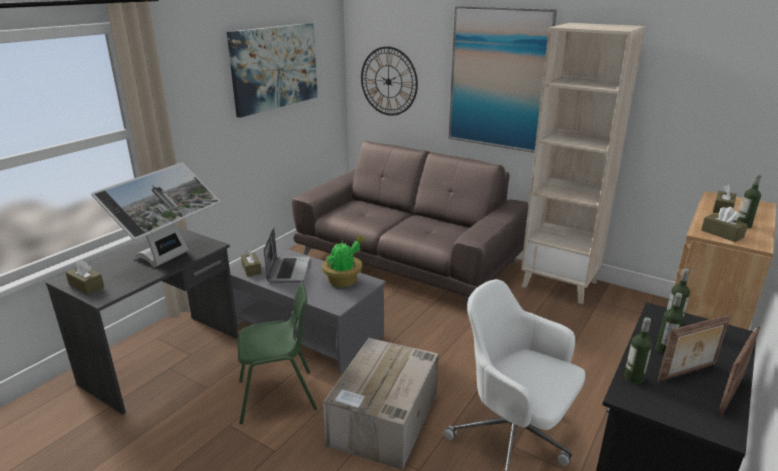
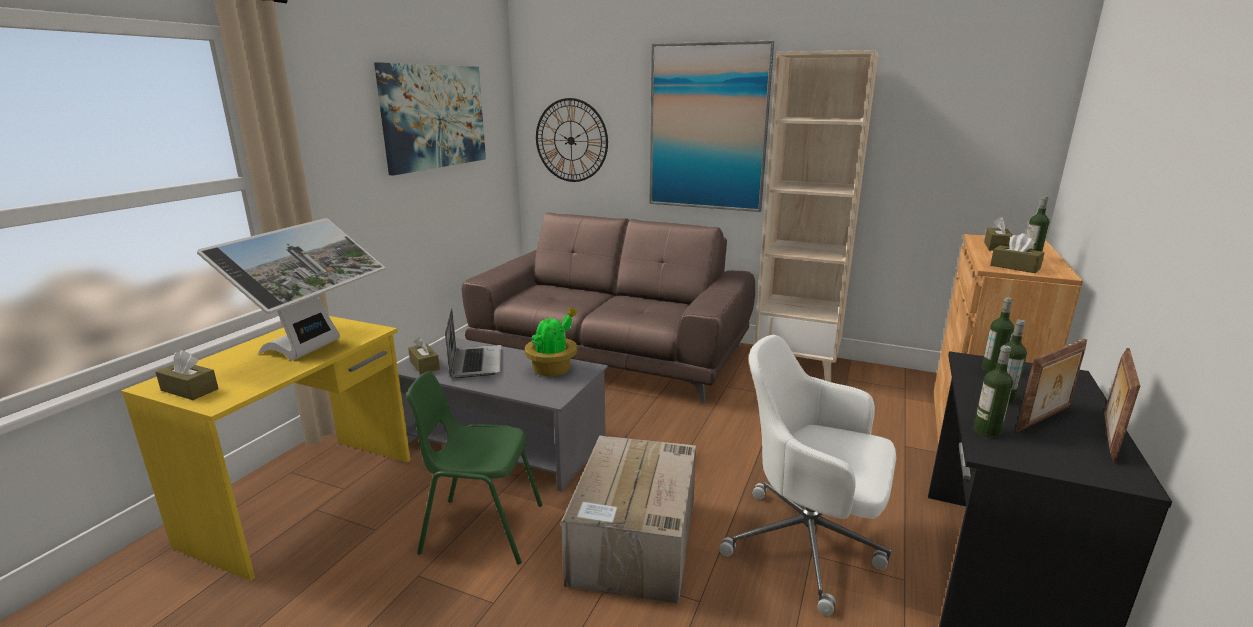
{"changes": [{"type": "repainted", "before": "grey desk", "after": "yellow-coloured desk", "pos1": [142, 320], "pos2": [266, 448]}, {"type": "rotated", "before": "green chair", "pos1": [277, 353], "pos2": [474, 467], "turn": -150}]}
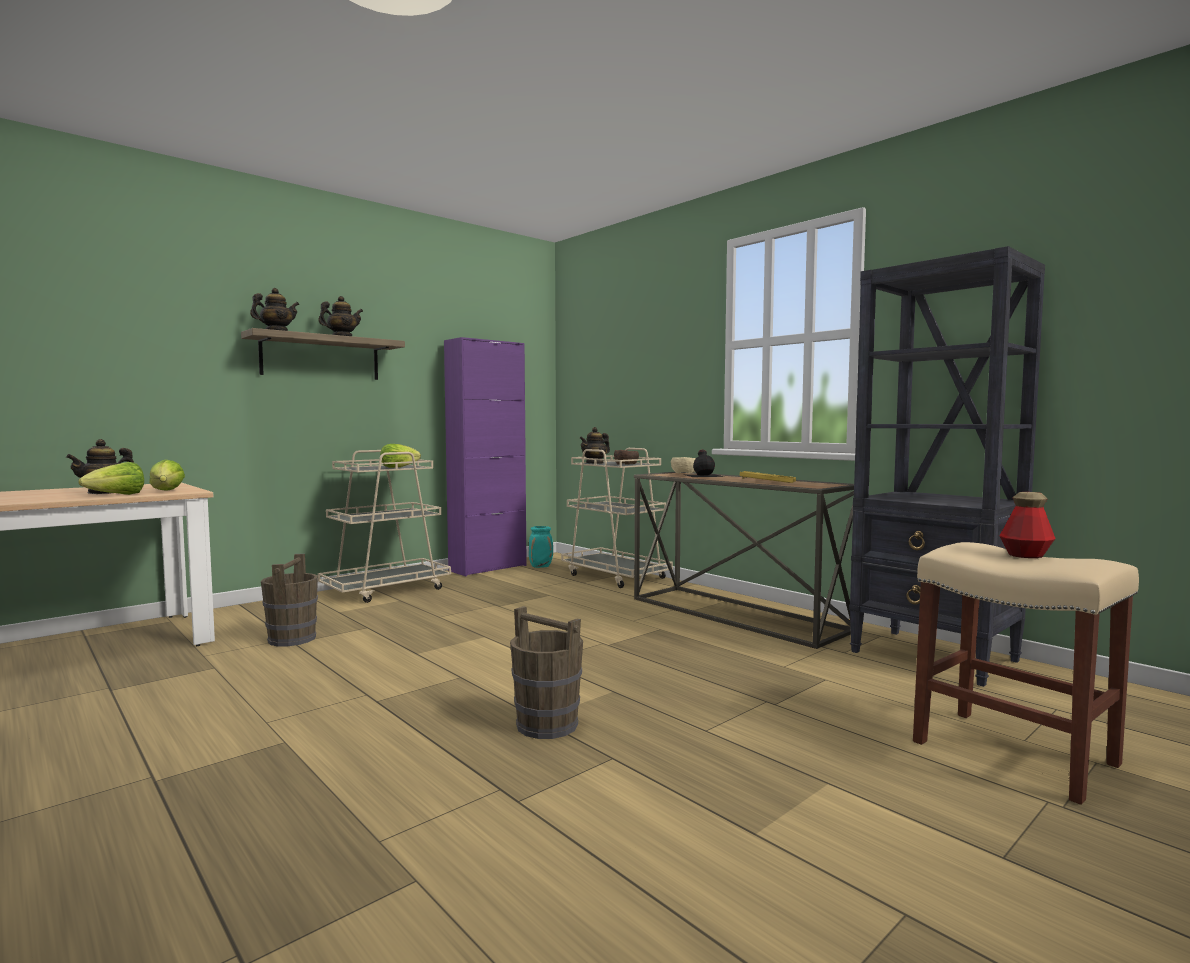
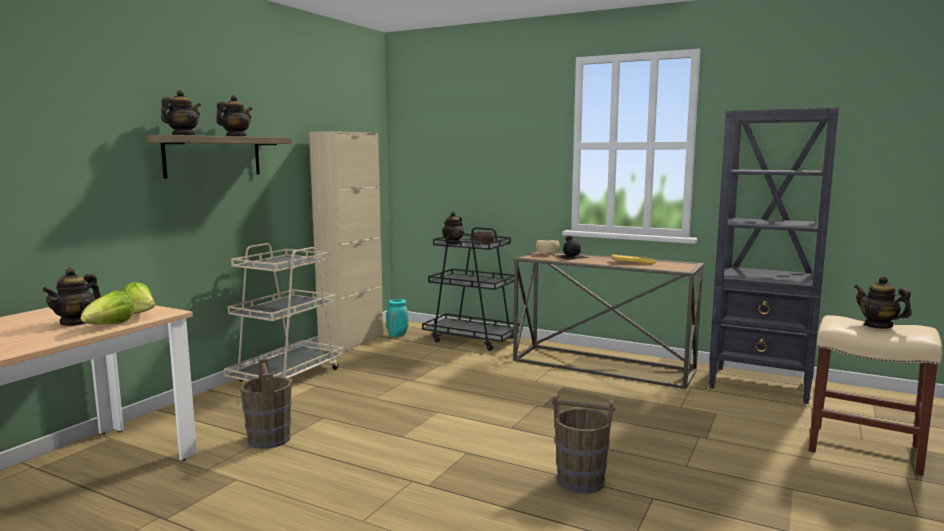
{"changes": [{"type": "gone", "before": "lettuce head", "pos1": [400, 456]}, {"type": "swapped", "before": "bottle", "after": "tea pot", "pos1": [1028, 525], "pos2": [883, 302]}, {"type": "repainted", "before": "purple-coloured cabinet", "after": "beige cabinet", "pos1": [485, 456], "pos2": [346, 242]}, {"type": "repainted", "before": "beige cart", "after": "black cart", "pos1": [617, 518], "pos2": [472, 289]}]}
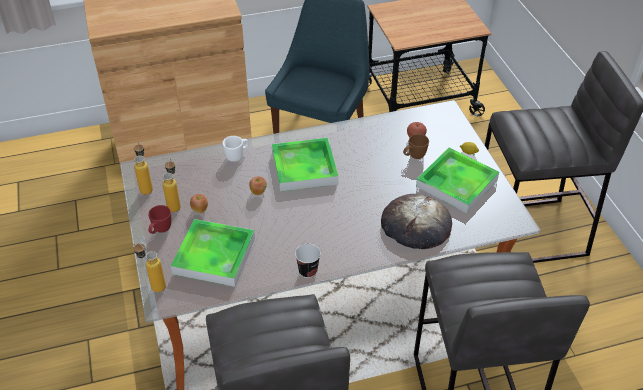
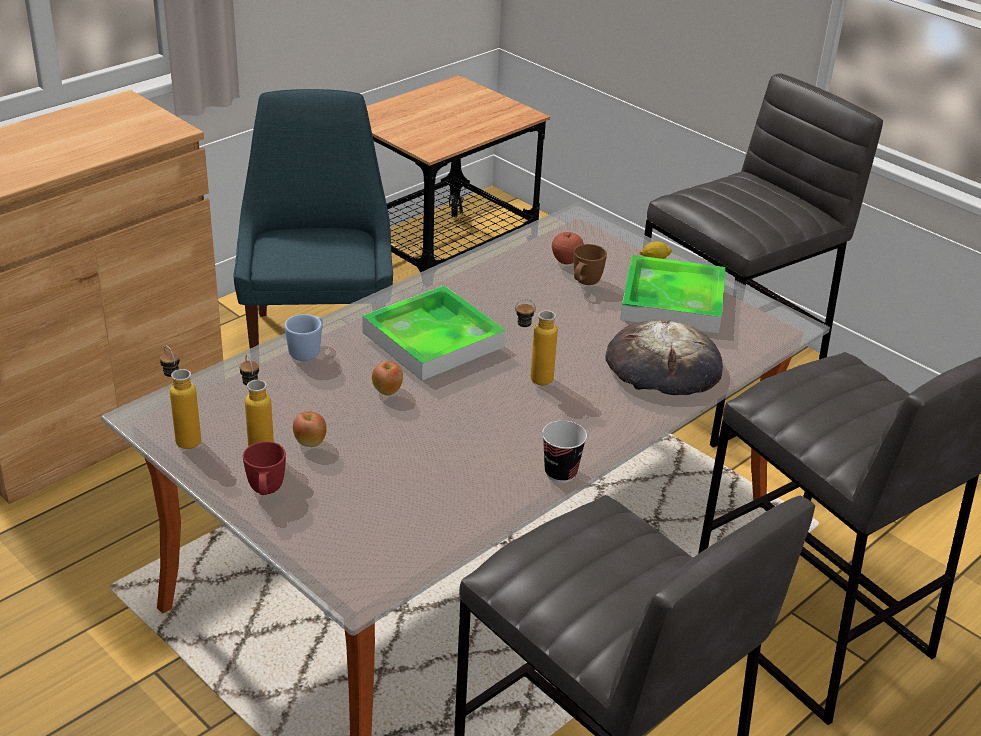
{"changes": [{"type": "gone", "before": "carrying tray", "pos1": [213, 253]}, {"type": "shifted", "before": "bottle", "pos1": [150, 267], "pos2": [536, 342]}, {"type": "repainted", "before": "whitish mug", "after": "blue mug", "pos1": [235, 149], "pos2": [303, 337]}]}
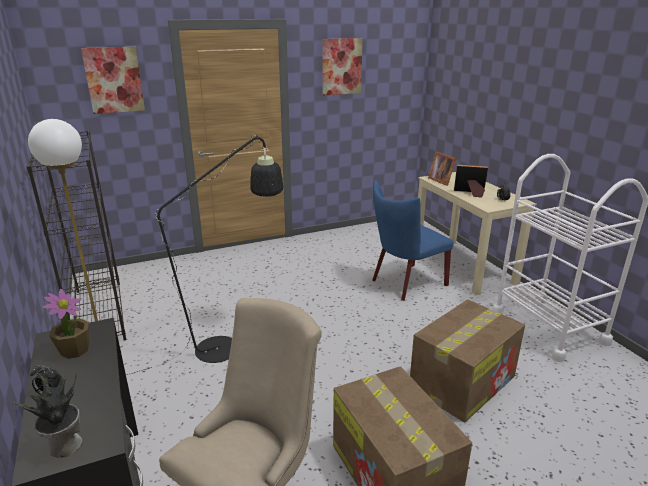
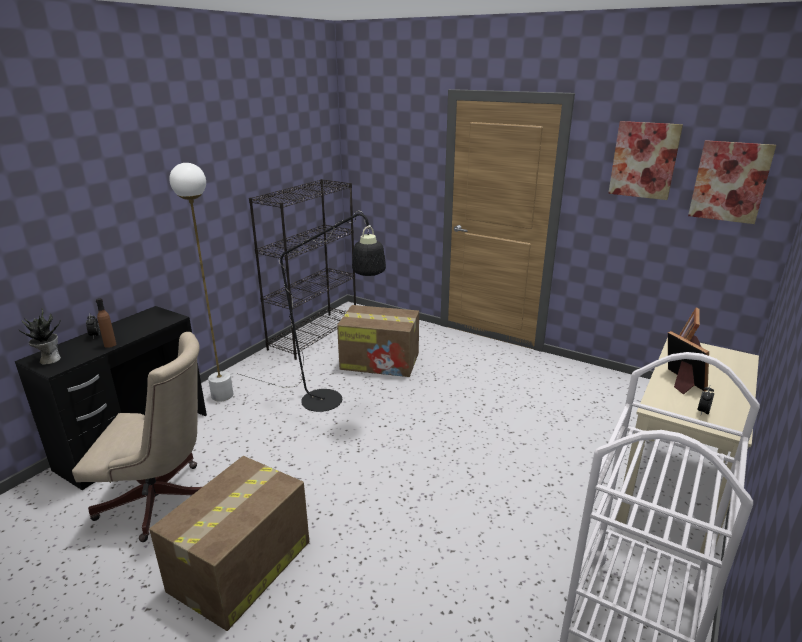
{"changes": [{"type": "gone", "before": "houseplant", "pos1": [66, 324]}, {"type": "gone", "before": "blue chair", "pos1": [413, 240]}, {"type": "new", "after": "brown bottle", "pos2": [106, 323]}, {"type": "shifted", "before": "wall art", "pos1": [113, 80], "pos2": [732, 182]}, {"type": "shifted", "before": "packing box", "pos1": [467, 361], "pos2": [378, 341]}]}
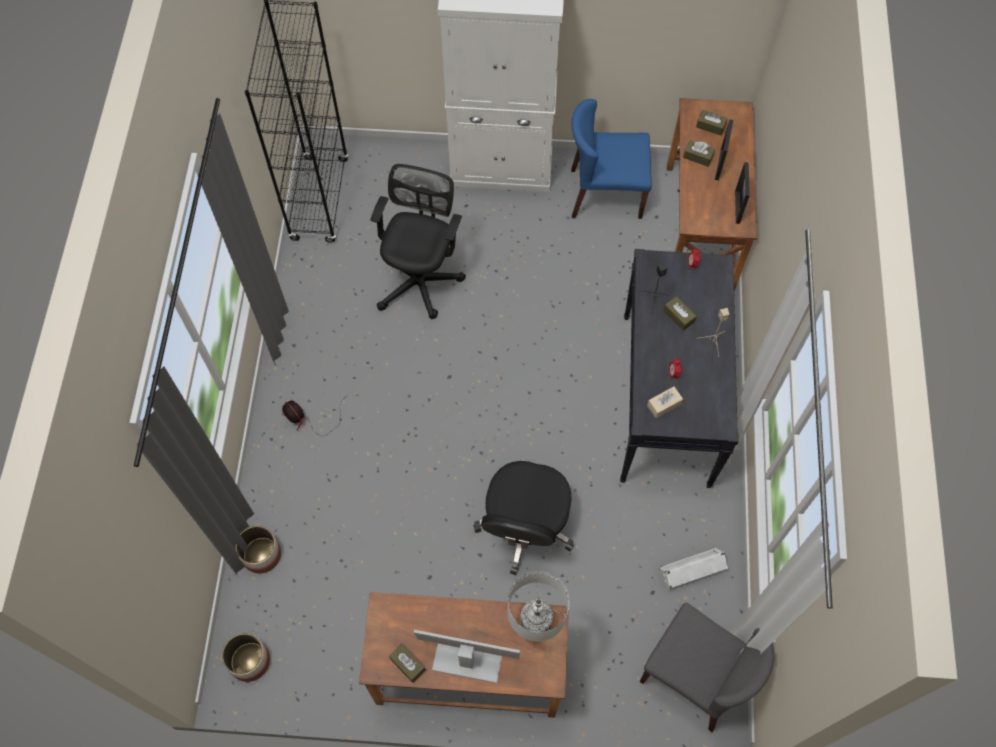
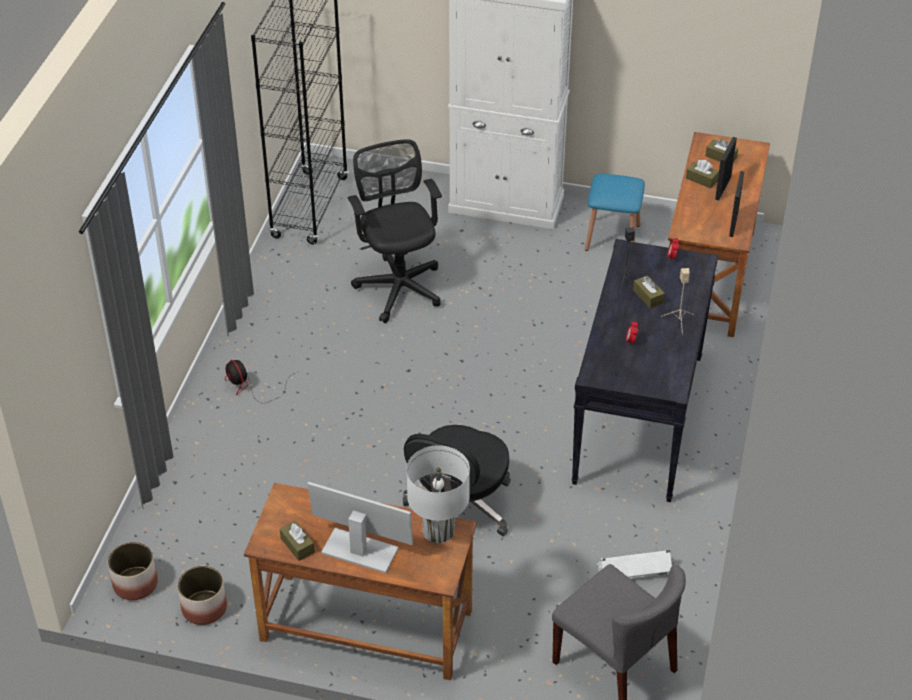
{"changes": [{"type": "gone", "before": "beige box of tissues", "pos1": [665, 402]}, {"type": "shifted", "before": "flower pot", "pos1": [258, 549], "pos2": [202, 595]}, {"type": "swapped", "before": "blue chair", "after": "blue stool", "pos1": [611, 159], "pos2": [615, 212]}, {"type": "rotated", "before": "black desk chair", "pos1": [418, 241], "pos2": [394, 231], "turn": -45}]}
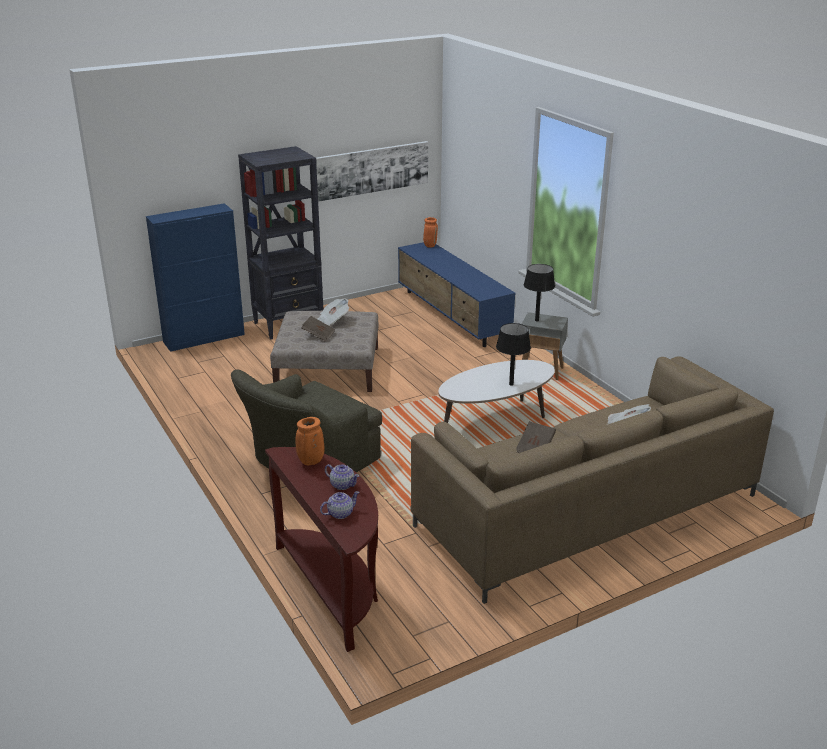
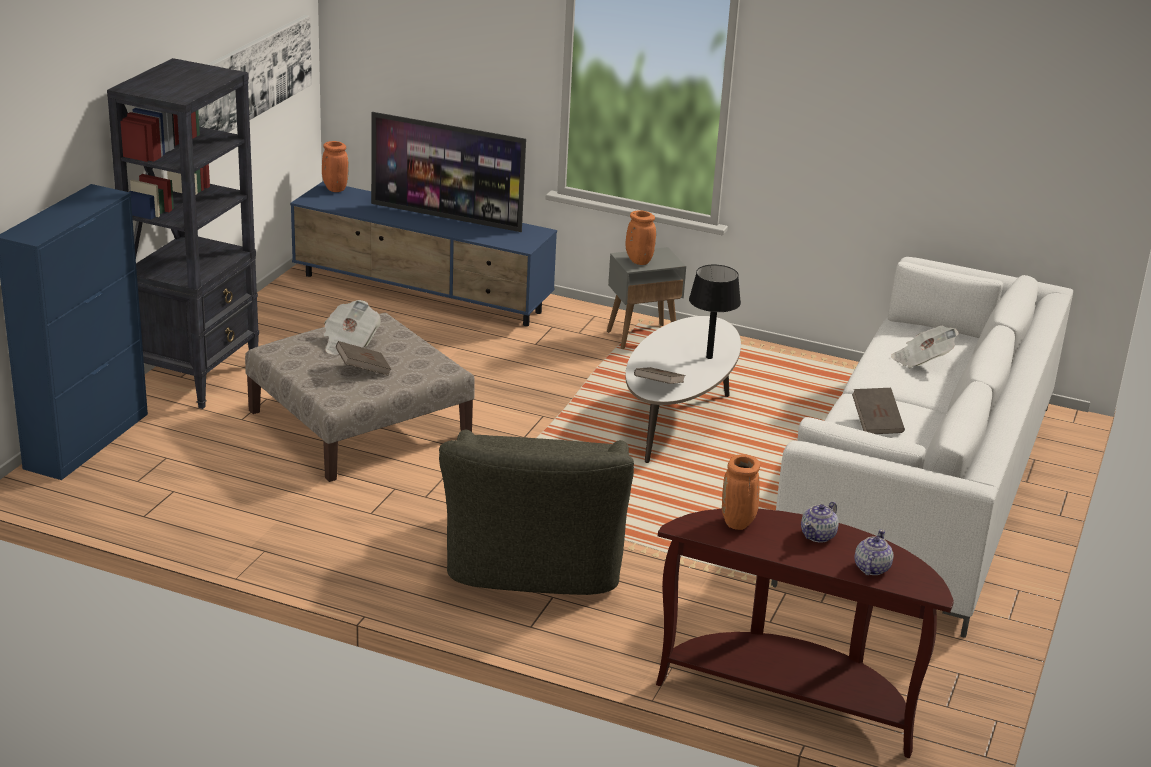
{"changes": [{"type": "new", "after": "television", "pos2": [448, 172]}, {"type": "new", "after": "brown book", "pos2": [659, 375]}, {"type": "swapped", "before": "black table lamp", "after": "orangey flower vase", "pos1": [539, 292], "pos2": [641, 237]}, {"type": "repainted", "before": "brown sofa", "after": "whitish sofa", "pos1": [592, 480], "pos2": [922, 447]}, {"type": "rotated", "before": "tea pot", "pos1": [342, 477], "pos2": [820, 522], "turn": 135}]}
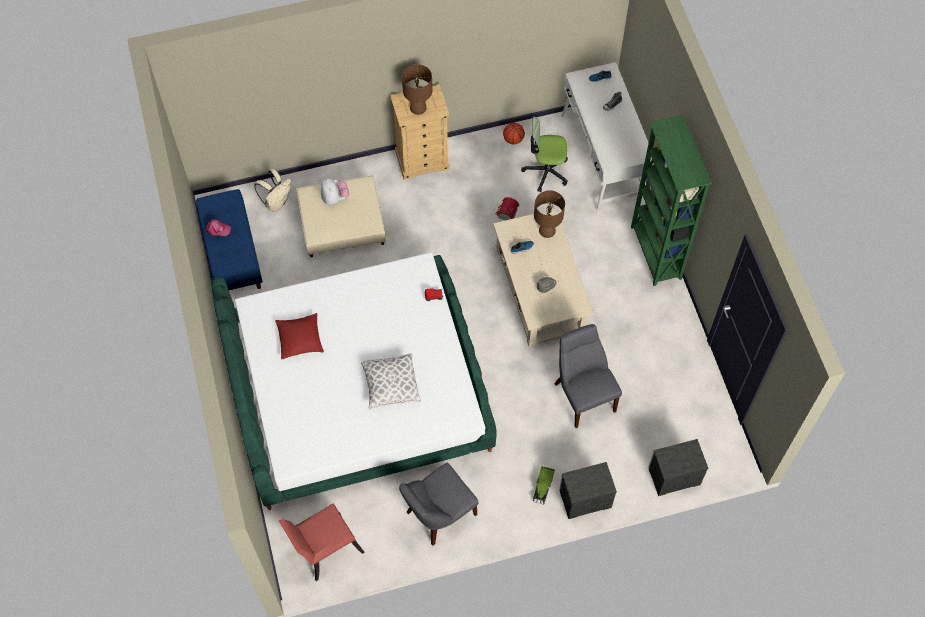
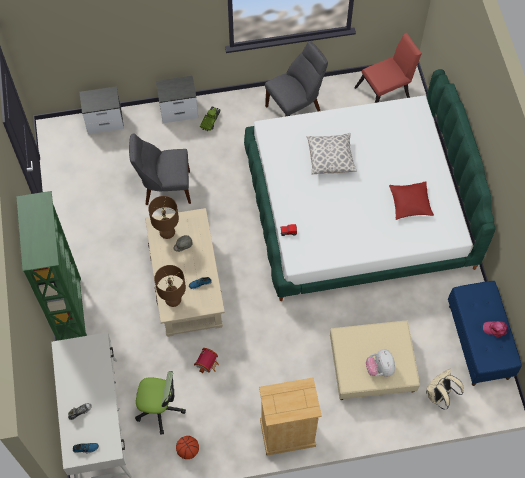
{"changes": [{"type": "shifted", "before": "brown table lamp", "pos1": [417, 89], "pos2": [163, 217]}, {"type": "rotated", "before": "grey chair", "pos1": [588, 376], "pos2": [160, 169], "turn": 105}]}
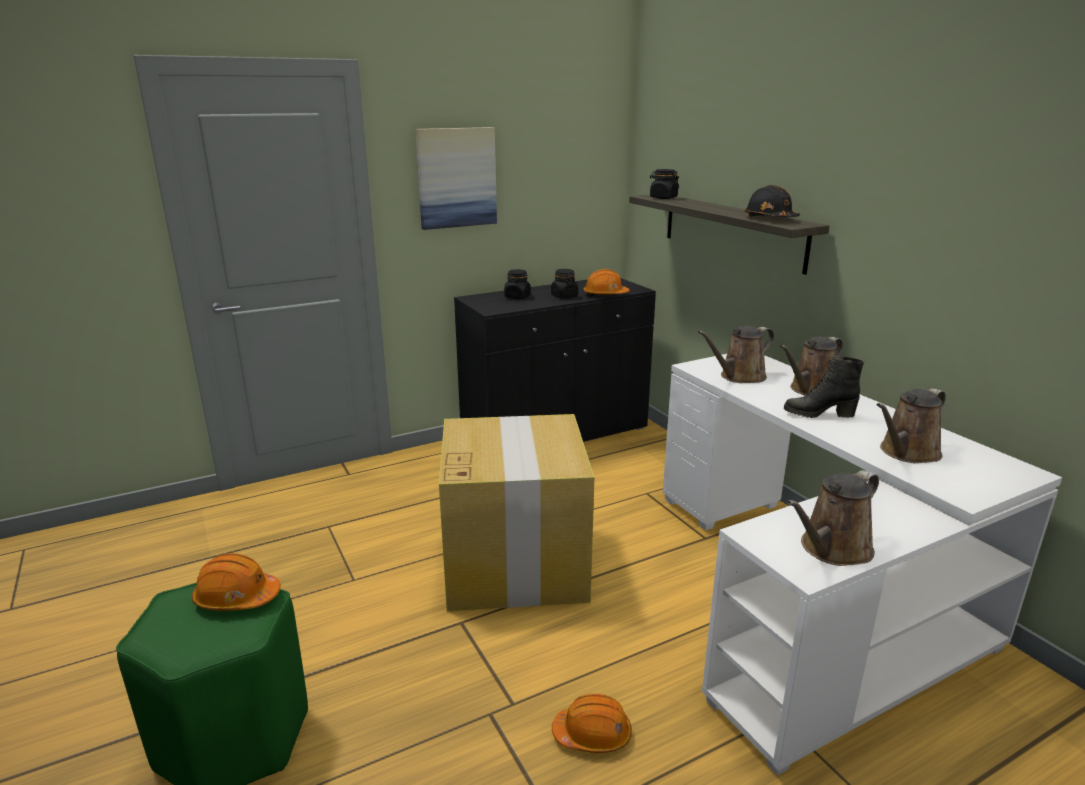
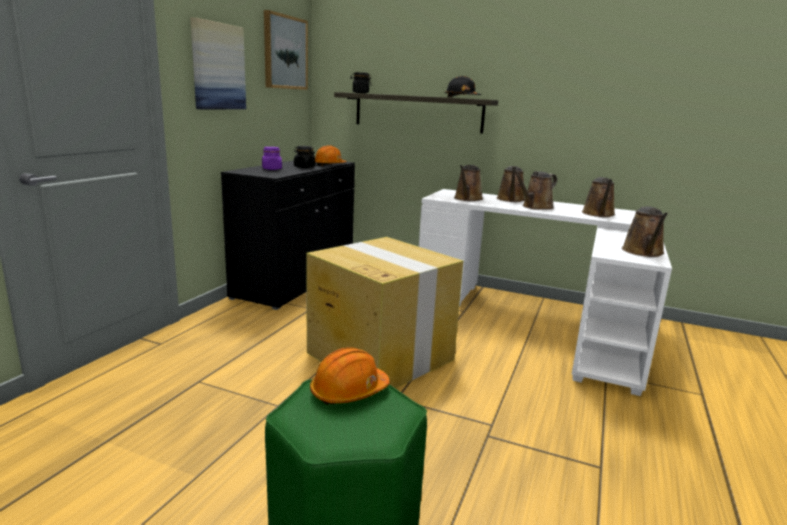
{"changes": [{"type": "gone", "before": "orangey hard hat", "pos1": [592, 723]}, {"type": "new", "after": "wall art", "pos2": [286, 50]}, {"type": "swapped", "before": "black high-top boot", "after": "brown sprinkling can", "pos1": [824, 387], "pos2": [535, 189]}, {"type": "repainted", "before": "black jar", "after": "purple-coloured jar", "pos1": [517, 284], "pos2": [272, 158]}]}
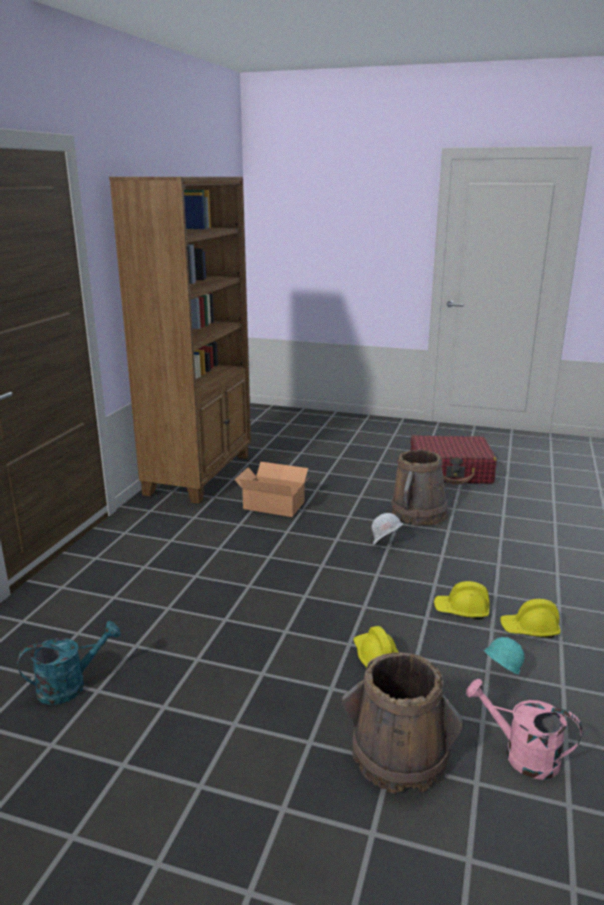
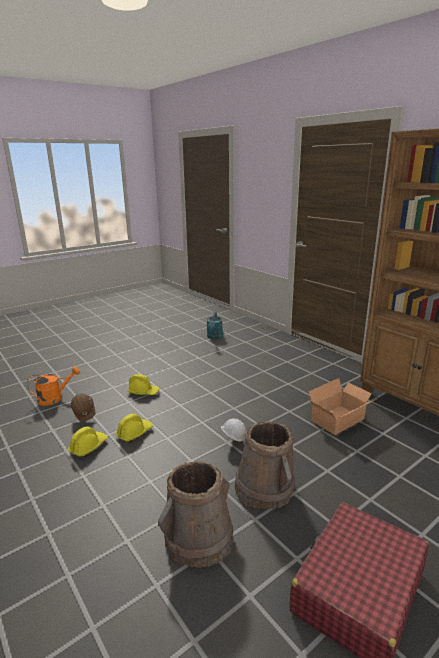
{"changes": [{"type": "shifted", "before": "brown bucket", "pos1": [402, 723], "pos2": [196, 514]}, {"type": "repainted", "before": "pinkish sprinkling can", "after": "orangey sprinkling can", "pos1": [524, 729], "pos2": [53, 386]}, {"type": "repainted", "before": "turquoise hard hat", "after": "brown hard hat", "pos1": [504, 655], "pos2": [83, 408]}]}
